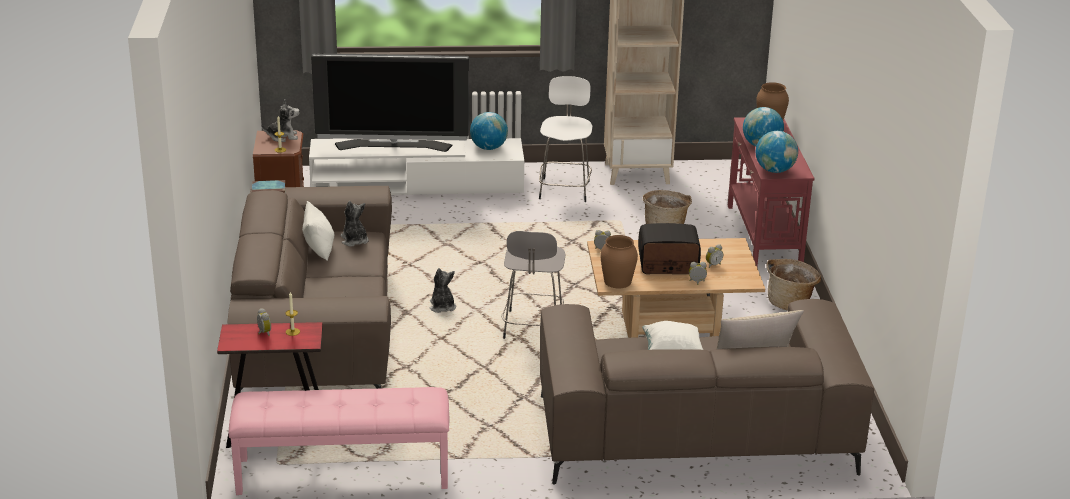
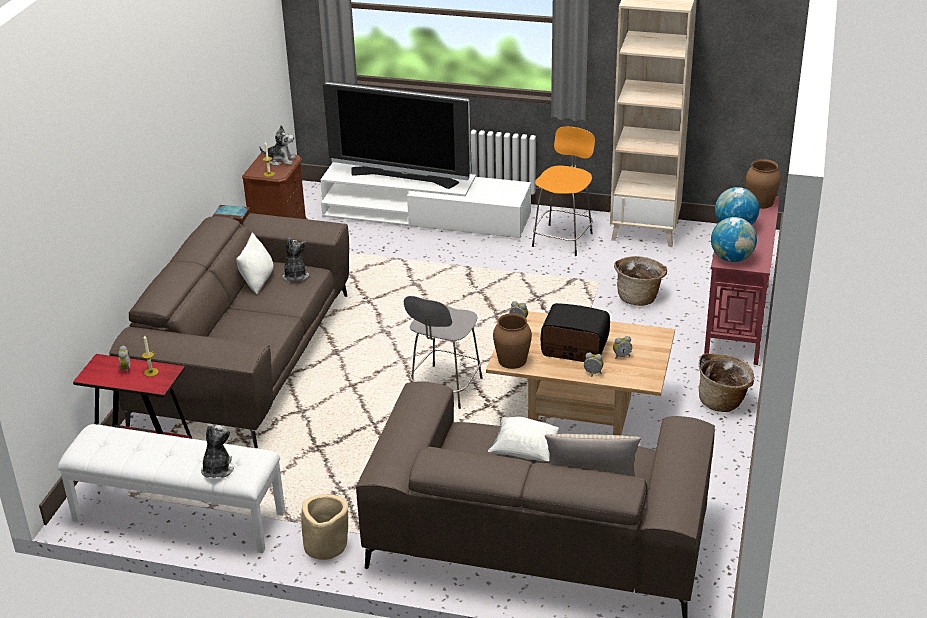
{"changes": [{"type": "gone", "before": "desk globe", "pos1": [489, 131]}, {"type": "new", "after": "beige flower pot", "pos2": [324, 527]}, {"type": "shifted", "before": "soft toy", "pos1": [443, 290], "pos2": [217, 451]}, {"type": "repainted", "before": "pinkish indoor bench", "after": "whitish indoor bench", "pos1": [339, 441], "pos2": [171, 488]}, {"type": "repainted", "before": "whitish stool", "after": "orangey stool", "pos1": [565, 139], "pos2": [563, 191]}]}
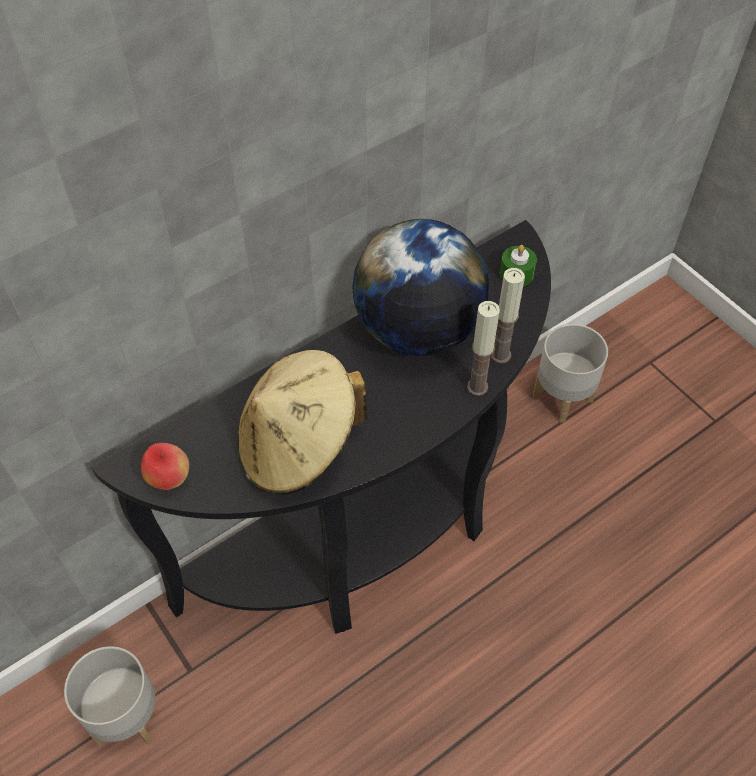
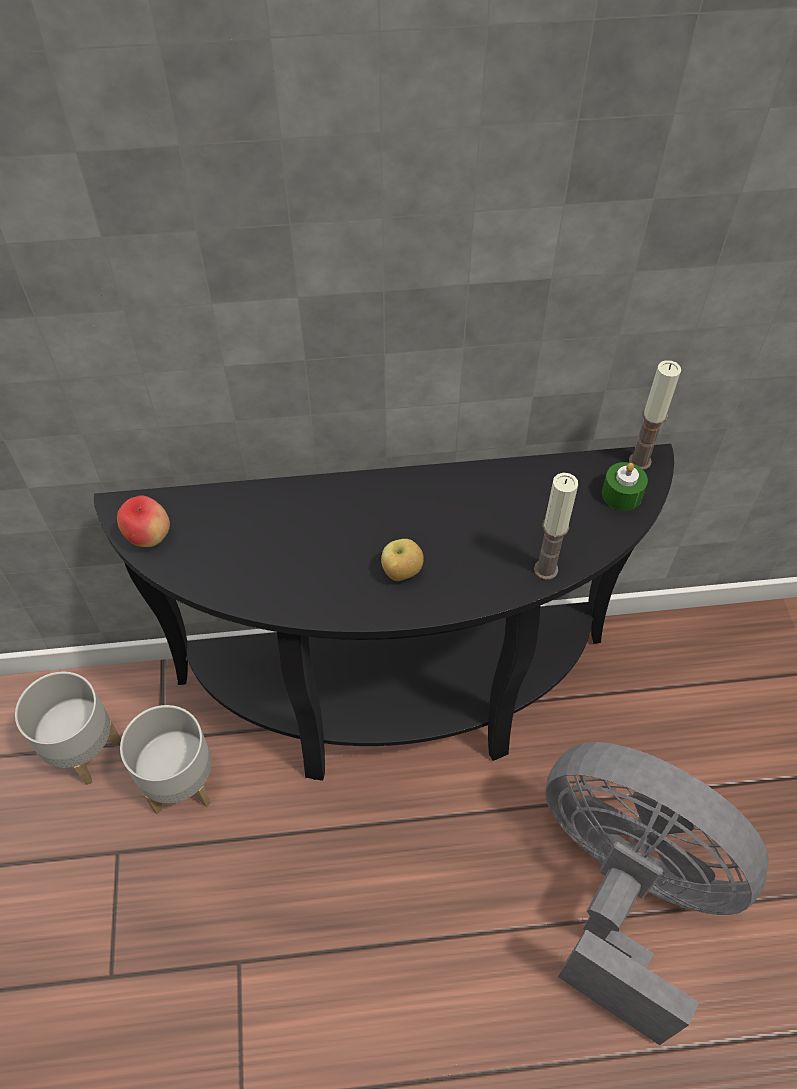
{"changes": [{"type": "gone", "before": "beige wearable hat", "pos1": [302, 422]}, {"type": "gone", "before": "desk globe", "pos1": [420, 287]}, {"type": "new", "after": "apple", "pos2": [402, 560]}, {"type": "new", "after": "grey fan", "pos2": [657, 893]}, {"type": "shifted", "before": "wax light", "pos1": [483, 348], "pos2": [655, 415]}, {"type": "shifted", "before": "grey flower pot", "pos1": [570, 373], "pos2": [166, 760]}]}
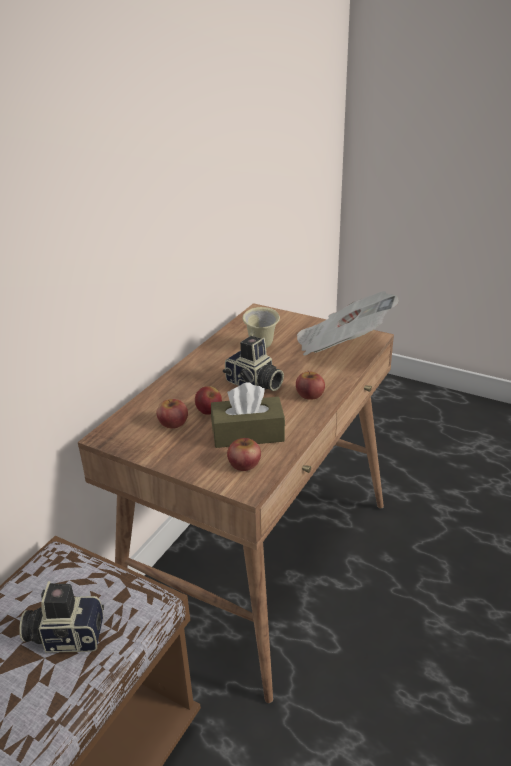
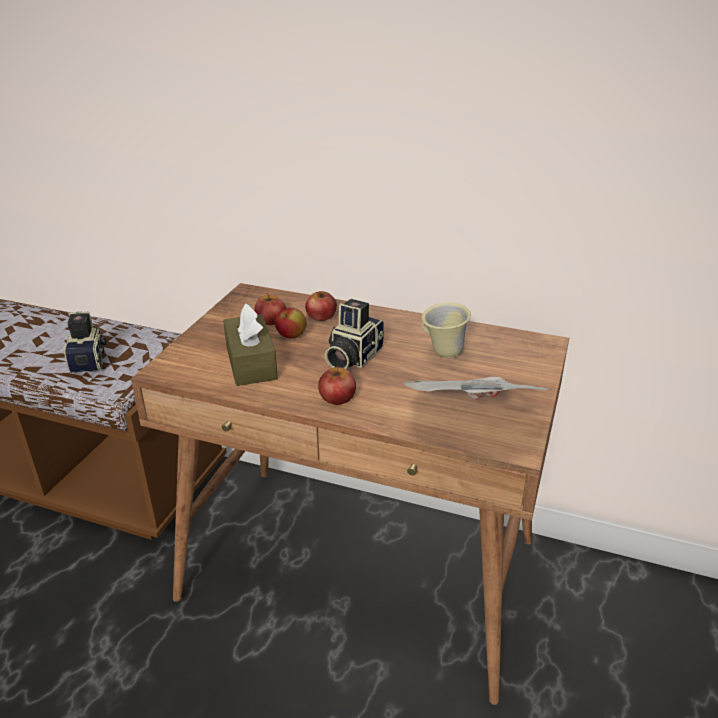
{"changes": [{"type": "shifted", "before": "apple", "pos1": [244, 454], "pos2": [321, 306]}]}
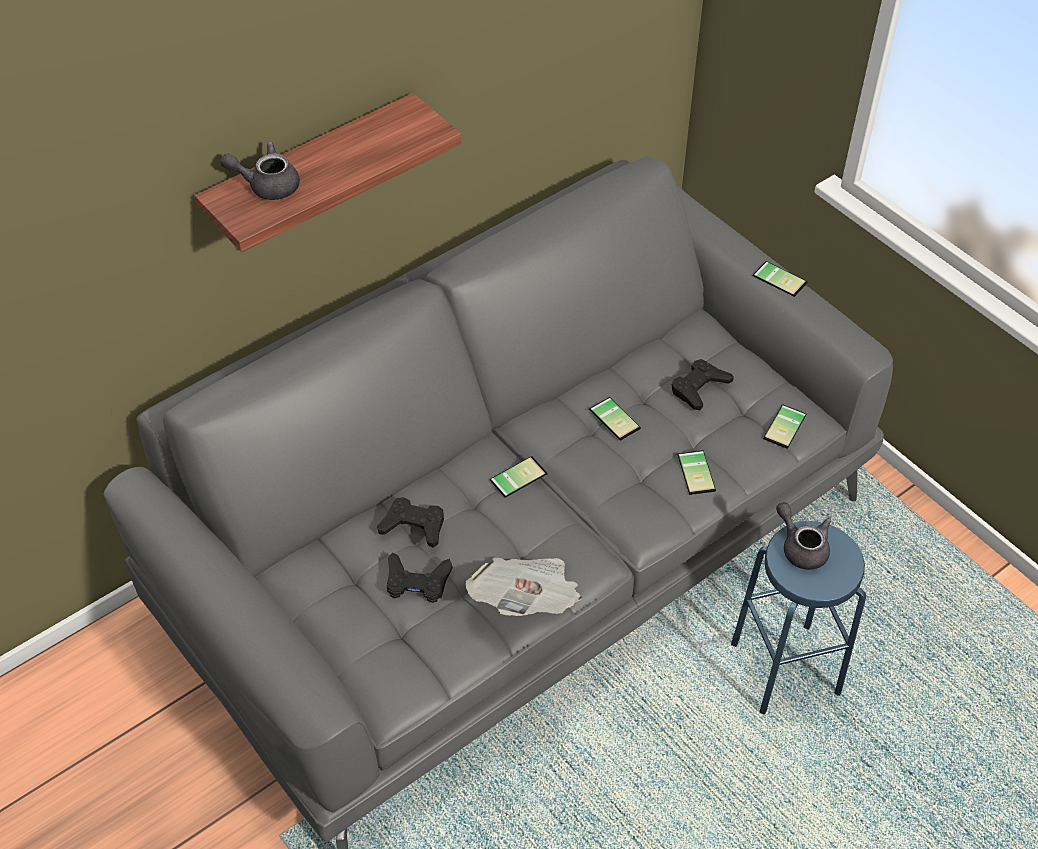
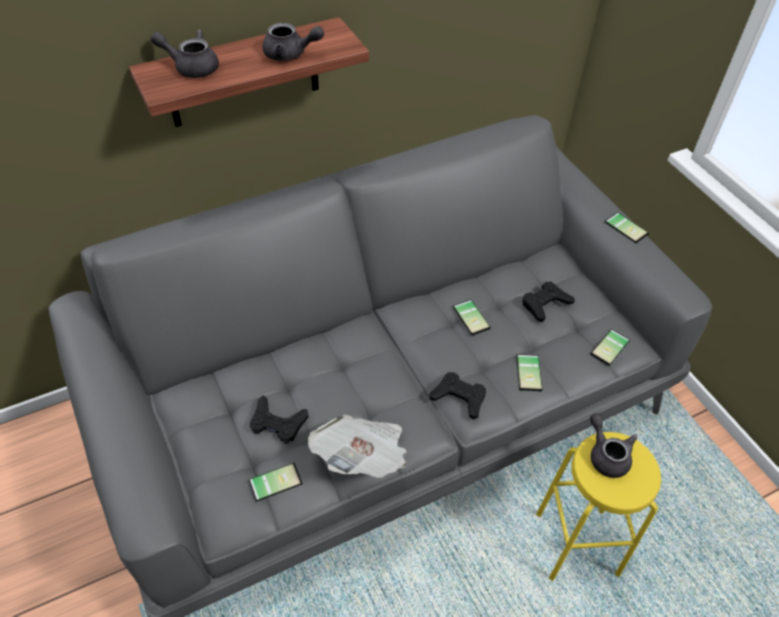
{"changes": [{"type": "new", "after": "grey tea pot", "pos2": [293, 42]}, {"type": "shifted", "before": "black gamepad", "pos1": [410, 522], "pos2": [458, 396]}, {"type": "shifted", "before": "telephone", "pos1": [518, 477], "pos2": [276, 482]}, {"type": "repainted", "before": "blue stool", "after": "yellow-coloured stool", "pos1": [798, 618], "pos2": [598, 506]}]}
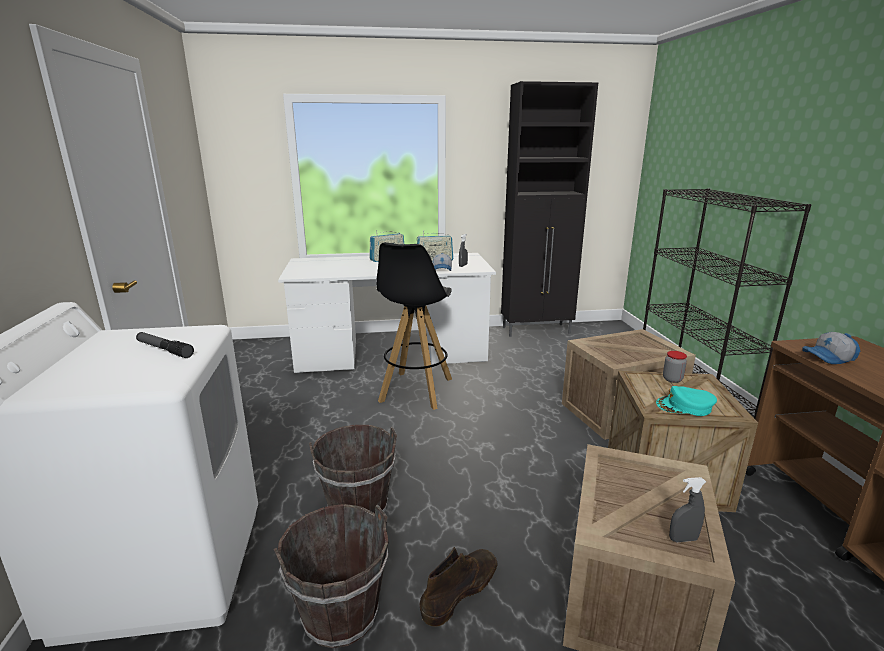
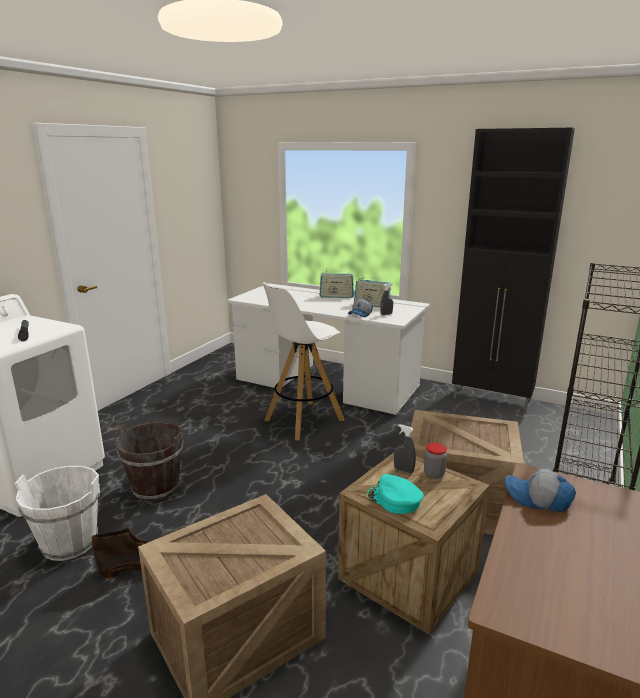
{"changes": [{"type": "shifted", "before": "grey sprayer", "pos1": [687, 509], "pos2": [405, 448]}, {"type": "repainted", "before": "brown bucket", "after": "whitish bucket", "pos1": [331, 576], "pos2": [57, 513]}, {"type": "repainted", "before": "black stool", "after": "whitish stool", "pos1": [414, 326], "pos2": [304, 361]}]}
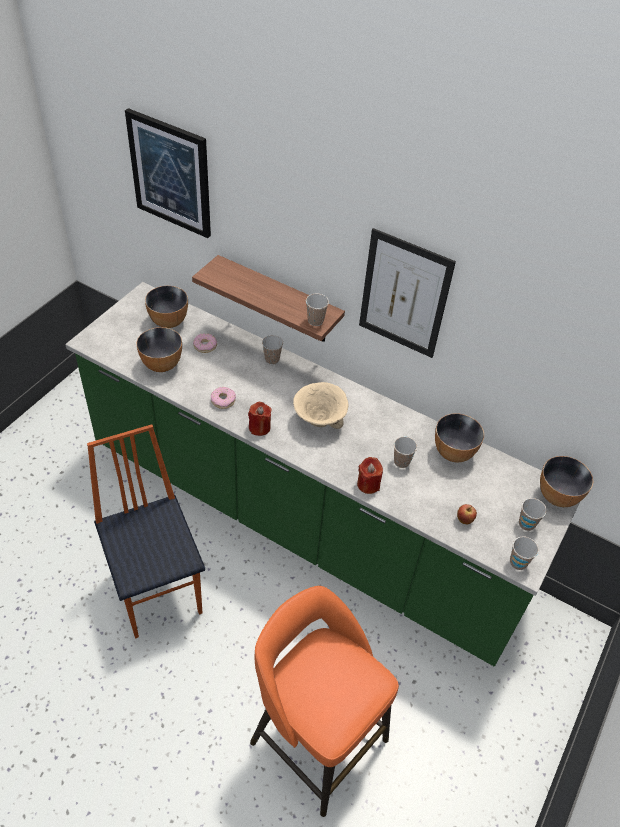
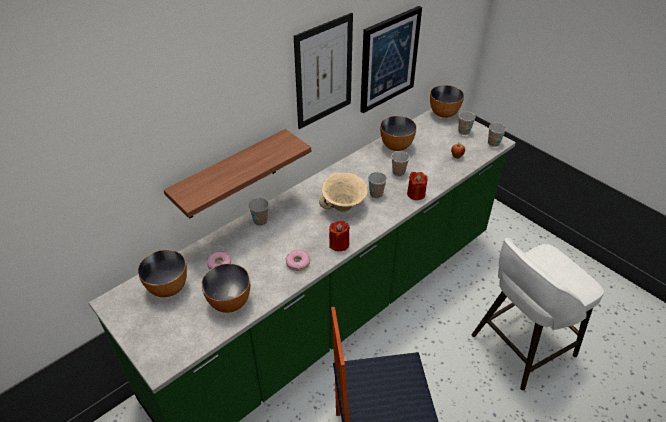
{"changes": [{"type": "shifted", "before": "wall art", "pos1": [168, 173], "pos2": [391, 59]}, {"type": "shifted", "before": "drinking cup", "pos1": [317, 309], "pos2": [377, 185]}, {"type": "repainted", "before": "orangey stool", "after": "whitish stool", "pos1": [324, 701], "pos2": [538, 314]}]}
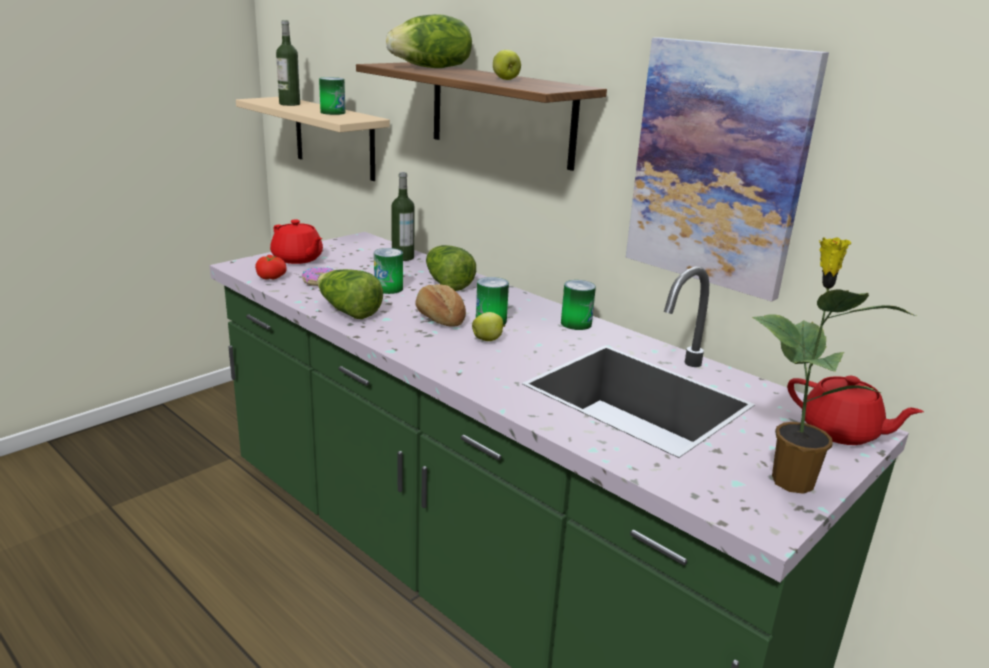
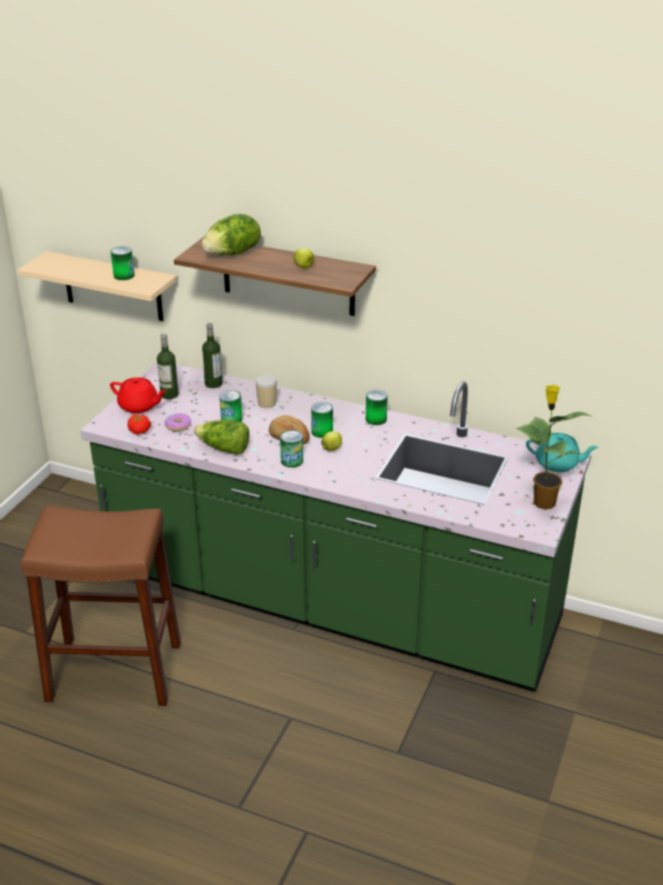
{"changes": [{"type": "gone", "before": "wall art", "pos1": [727, 169]}, {"type": "new", "after": "brown stool", "pos2": [101, 605]}, {"type": "new", "after": "can", "pos2": [291, 449]}, {"type": "shifted", "before": "bottle", "pos1": [288, 63], "pos2": [168, 366]}, {"type": "swapped", "before": "lettuce head", "after": "drinking cup", "pos1": [451, 268], "pos2": [266, 391]}, {"type": "repainted", "before": "reddish tea pot", "after": "turquoise tea pot", "pos1": [856, 410], "pos2": [562, 452]}]}
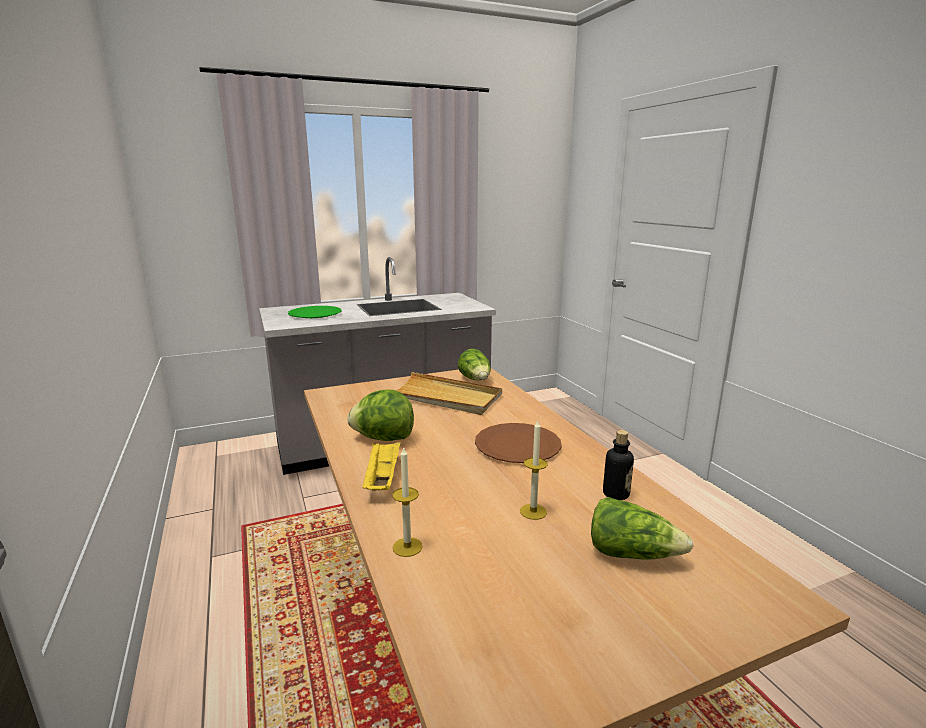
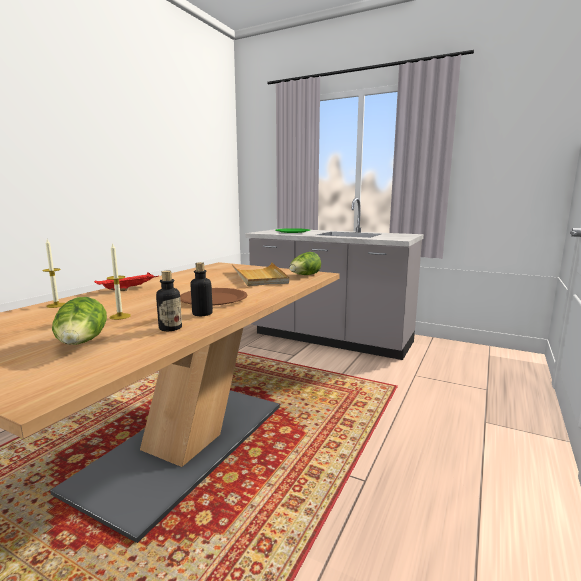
{"changes": [{"type": "gone", "before": "lettuce head", "pos1": [380, 415]}, {"type": "new", "after": "bottle", "pos2": [201, 289]}, {"type": "repainted", "before": "yellow-coloured carrying tray", "after": "reddish carrying tray", "pos1": [381, 466], "pos2": [126, 281]}]}
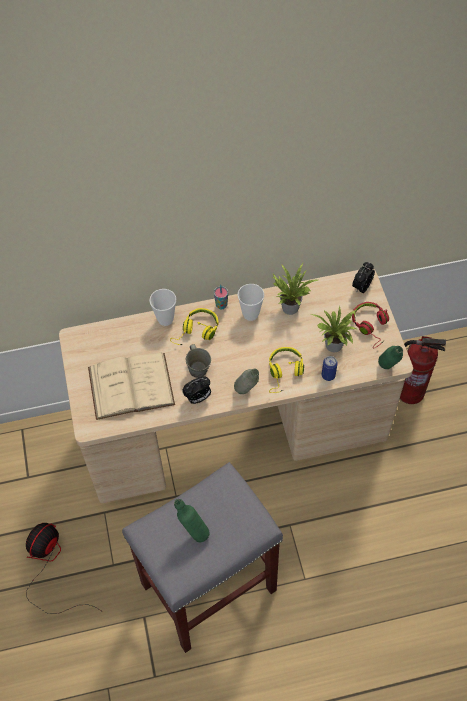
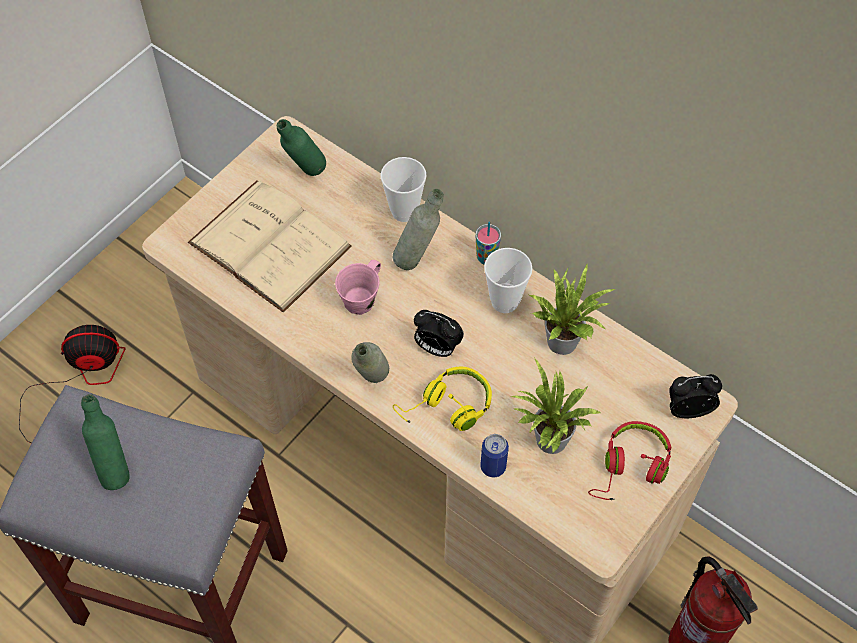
{"changes": [{"type": "shifted", "before": "bedside clock", "pos1": [196, 390], "pos2": [439, 333]}, {"type": "shifted", "before": "green bottle", "pos1": [390, 357], "pos2": [301, 147]}, {"type": "swapped", "before": "yellow-coloured headset", "after": "grey bottle", "pos1": [194, 326], "pos2": [418, 229]}, {"type": "repainted", "before": "grey mug", "after": "pinkish mug", "pos1": [198, 361], "pos2": [358, 287]}]}
